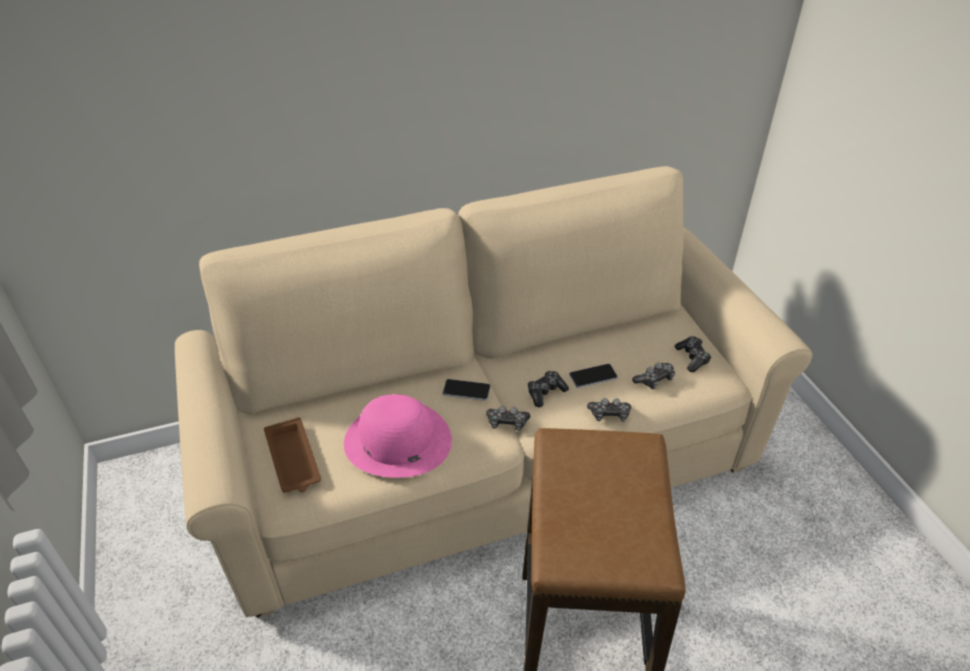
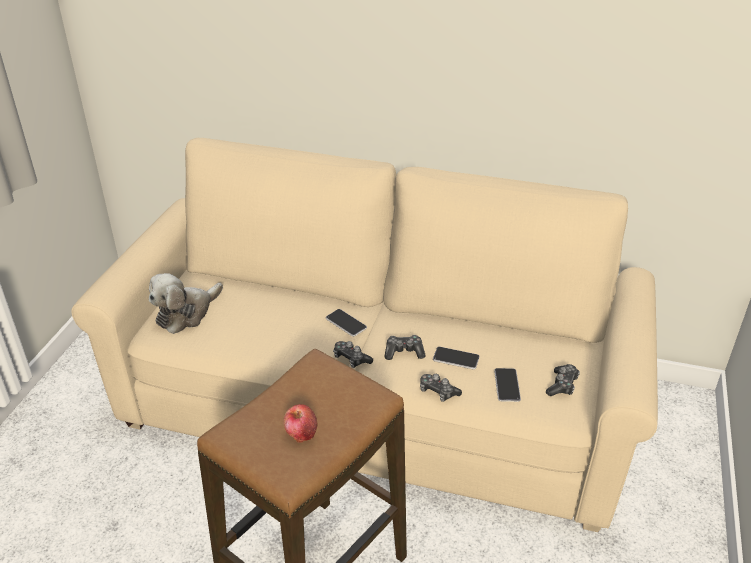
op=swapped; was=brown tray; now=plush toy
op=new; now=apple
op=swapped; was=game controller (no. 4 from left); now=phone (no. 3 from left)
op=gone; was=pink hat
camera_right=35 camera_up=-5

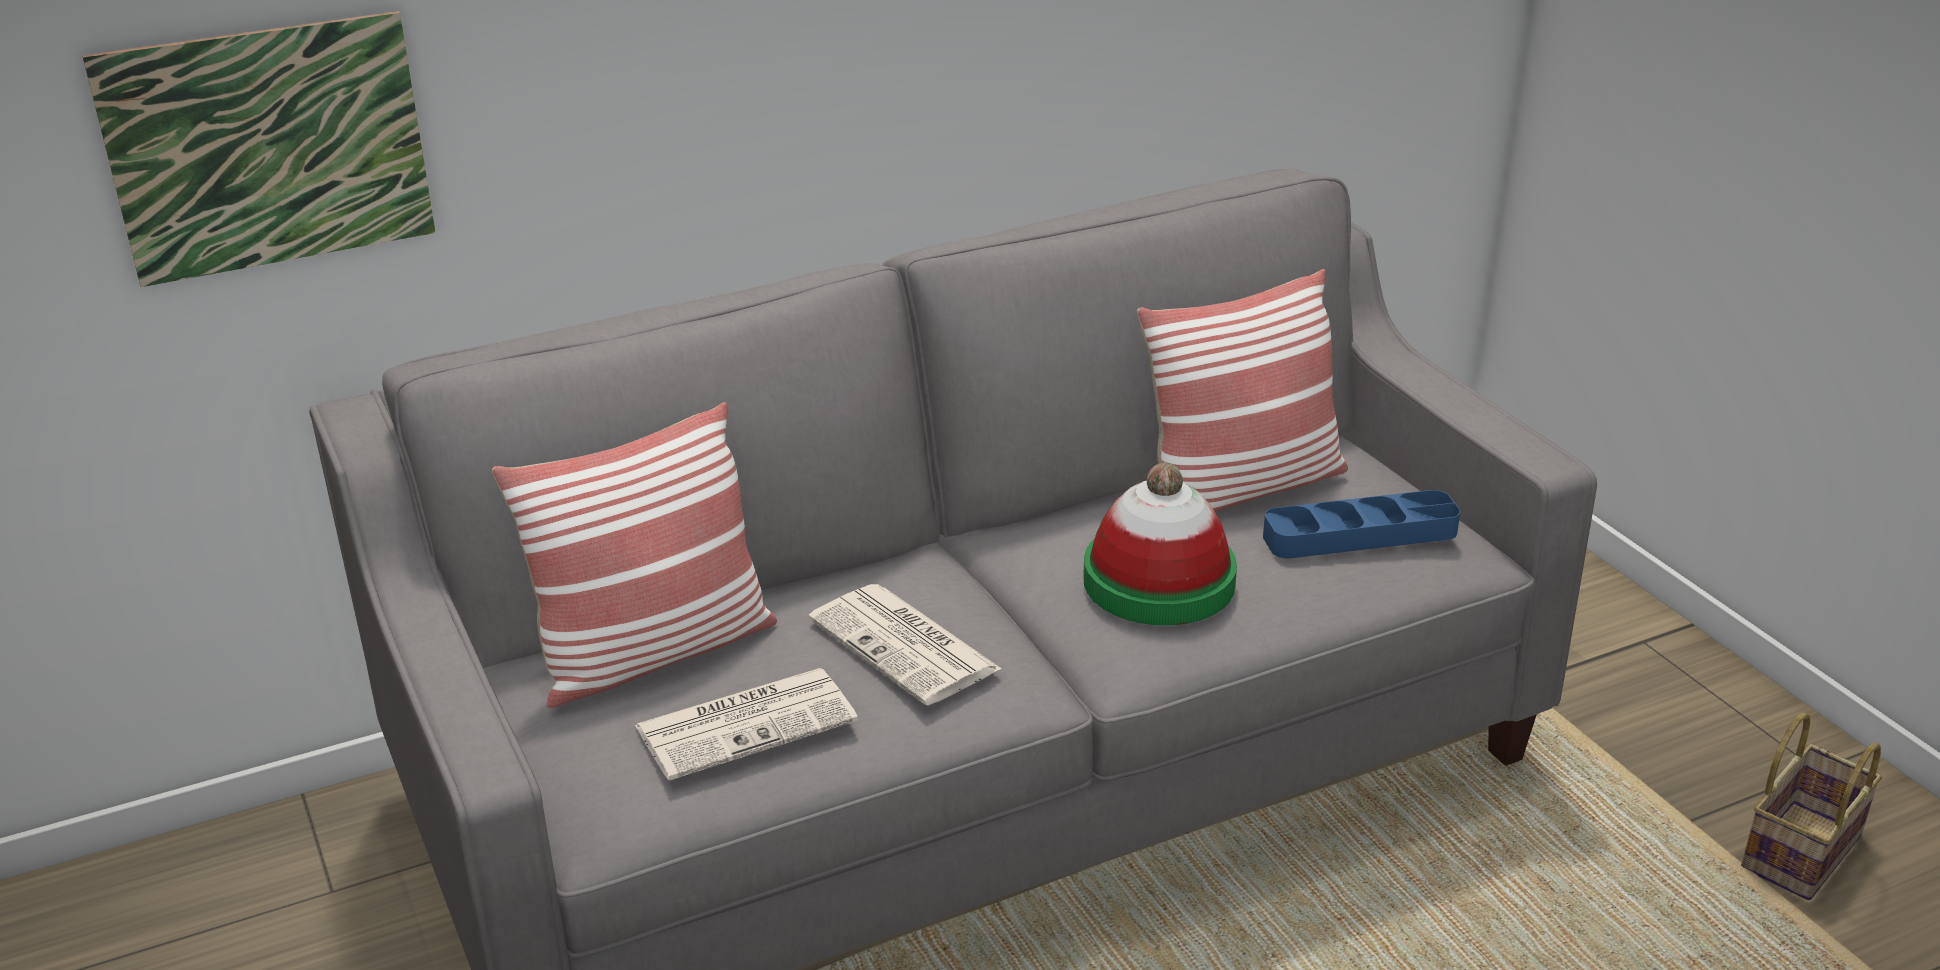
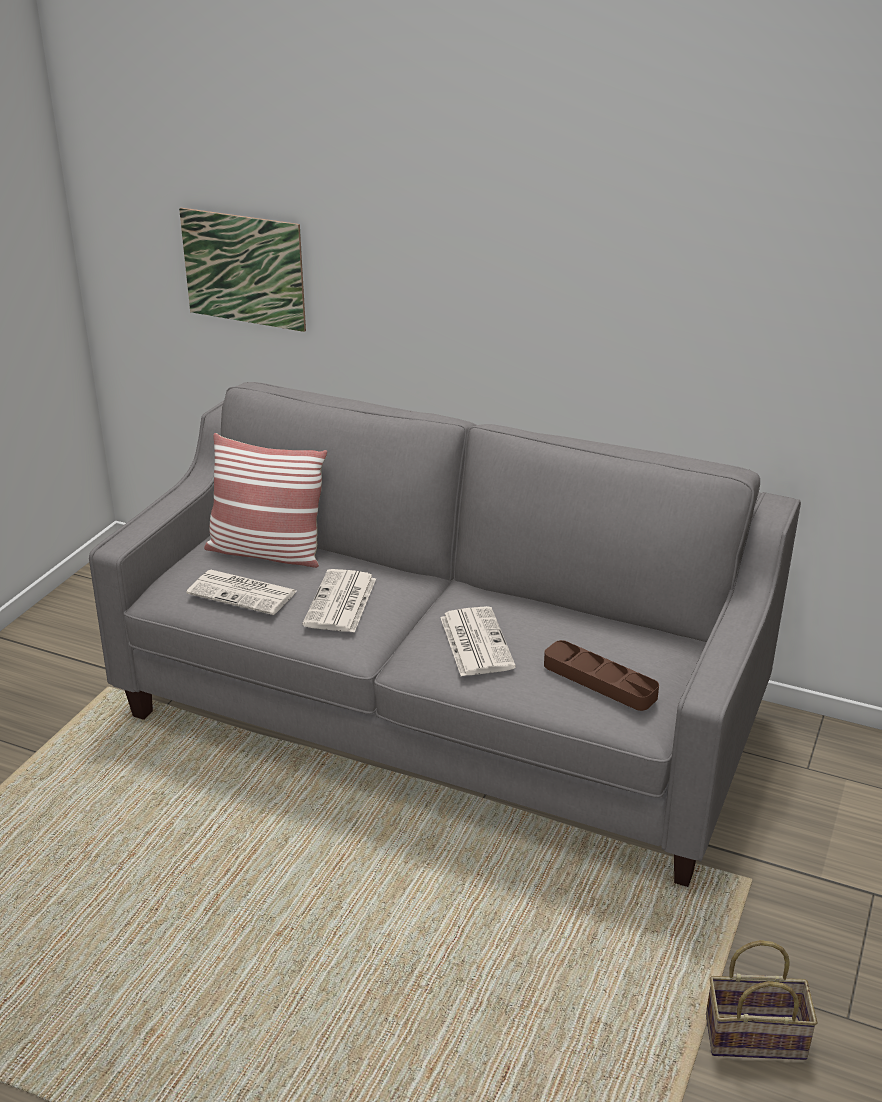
op=swapped; was=hat; now=newspaper (no. 3 from left)
op=repainted; was=blue tray; now=brown tray
op=gone; was=pillow (no. 2 from left)
camera_right=50 camera_up=0

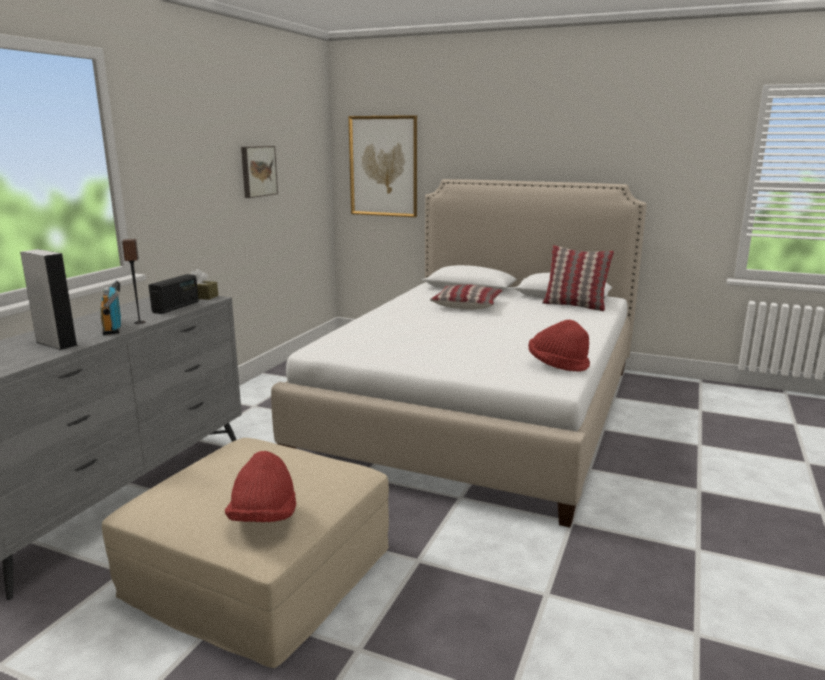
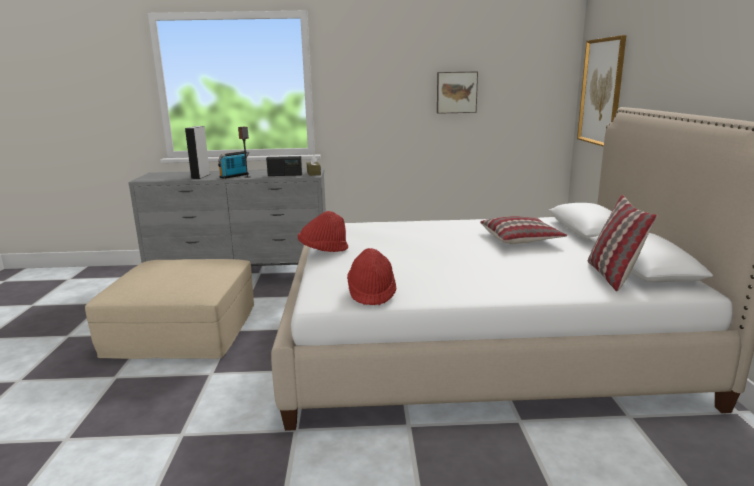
op=shifted; was=red hat (no. 1 from left)
camera_right=65 camera_up=0

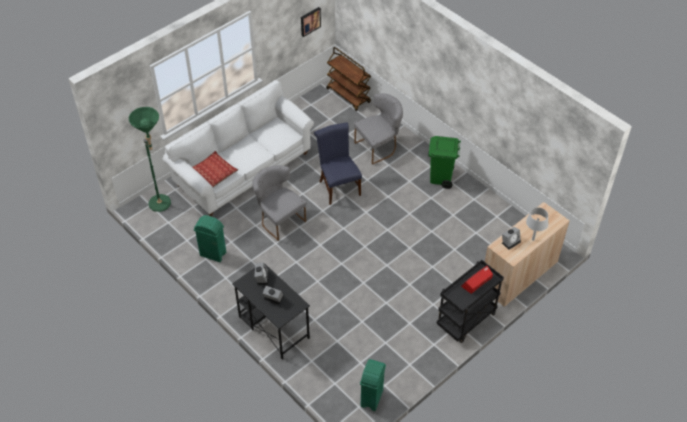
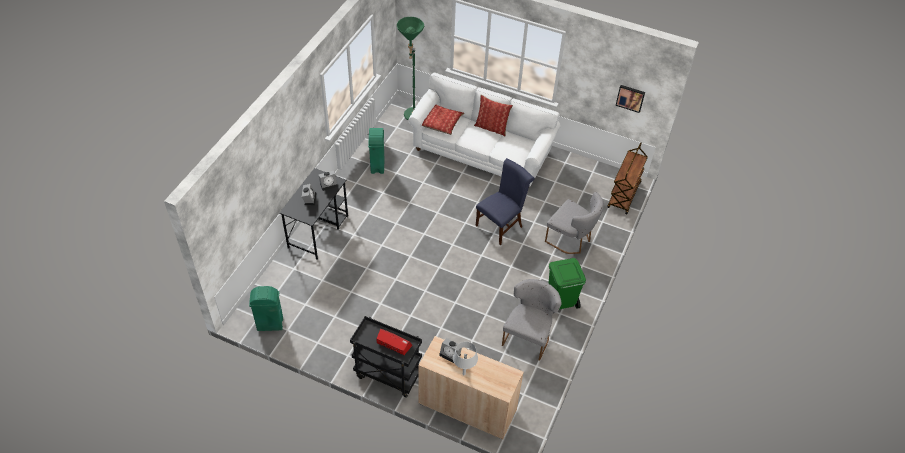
op=new; now=pillow (no. 2 from left)
op=shifted; was=grey chair (no. 1 from left)
camera_right=65 camera_up=0

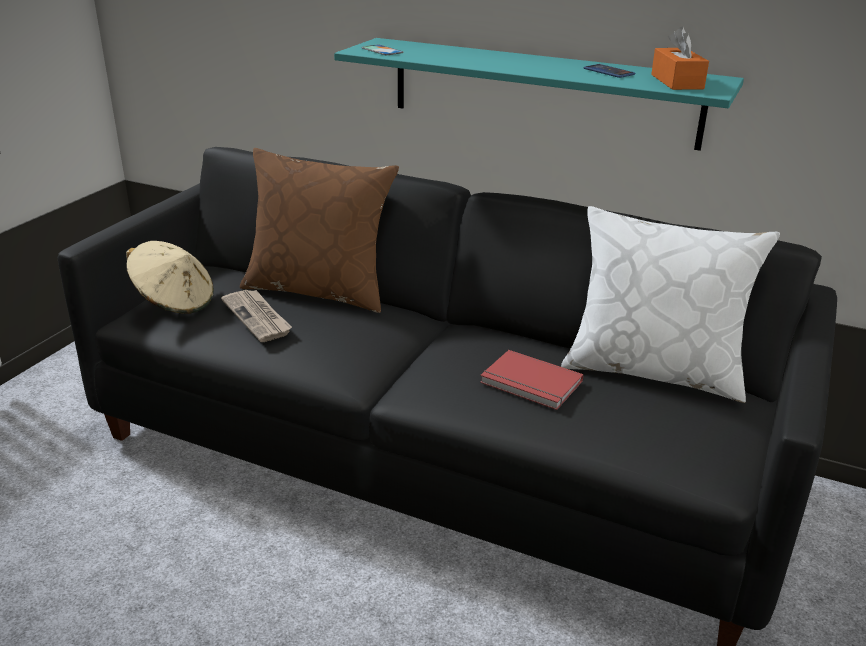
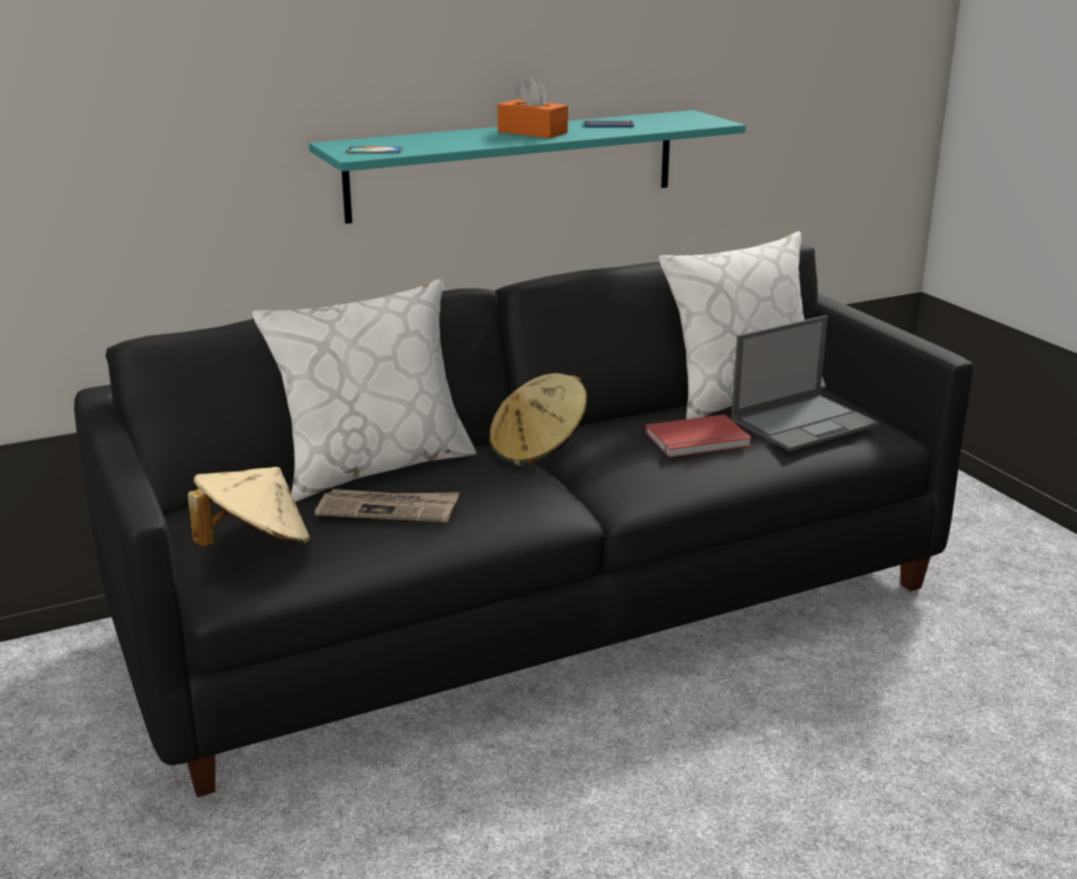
op=repainted; was=brown pillow; now=white pillow (no. 1 from left)
op=new; now=beige hat (no. 2 from left)
op=shifted; was=orange tissue box
op=new; now=laptop
camera_right=-50 camera_up=-5

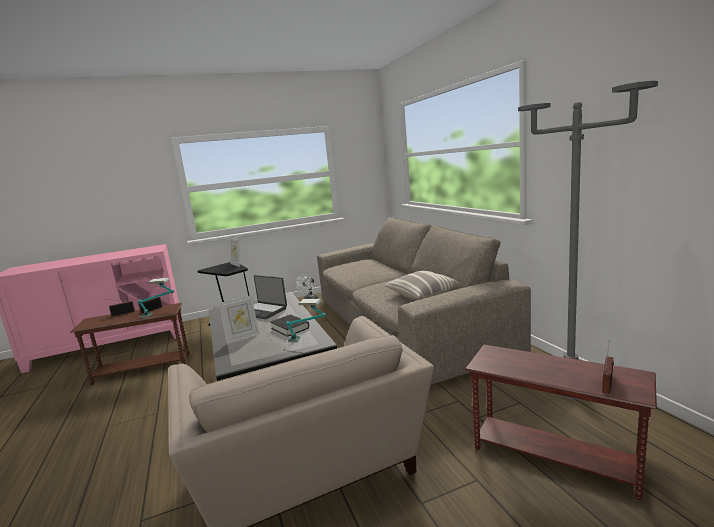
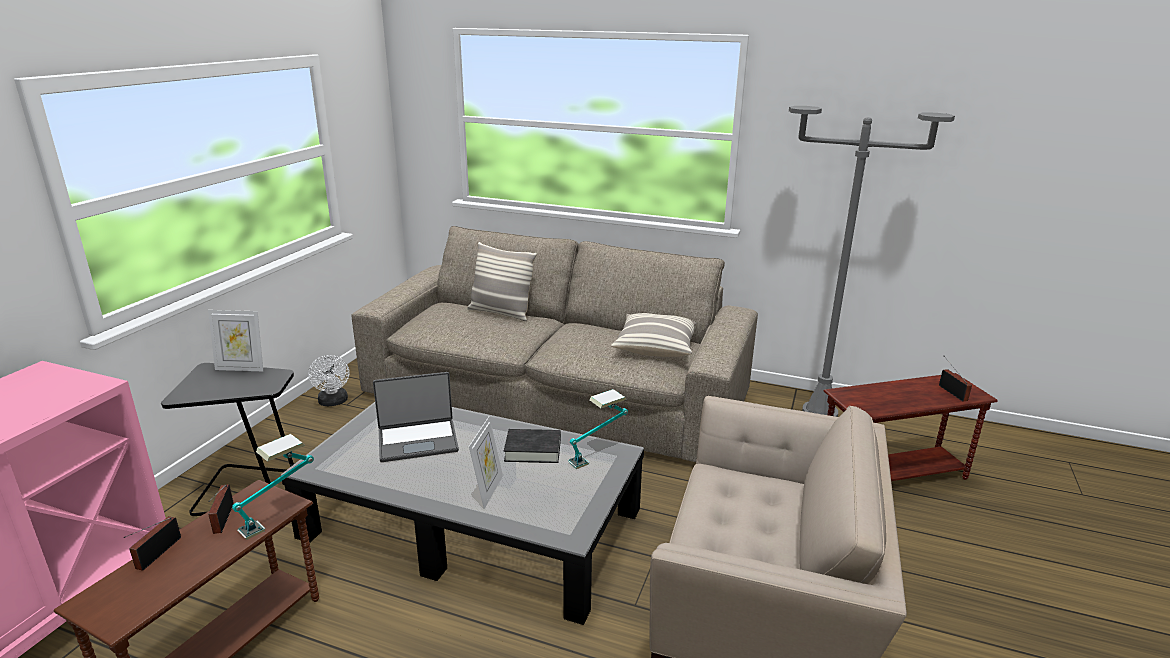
op=new; now=pillow (no. 1 from left)
camera_right=-50 camera_up=10

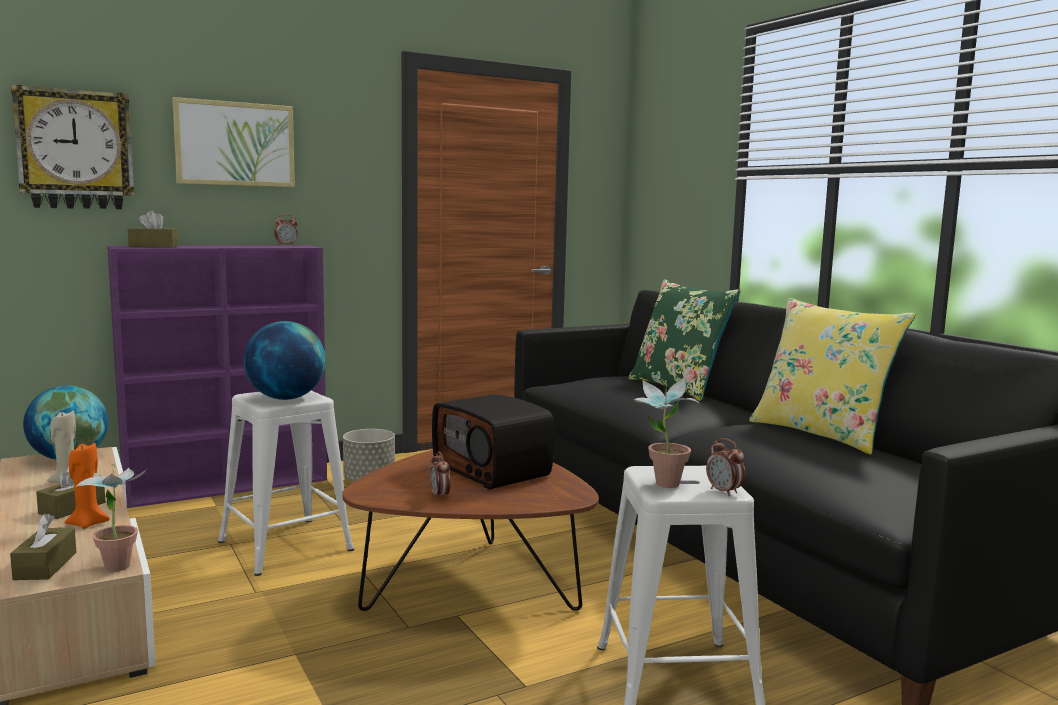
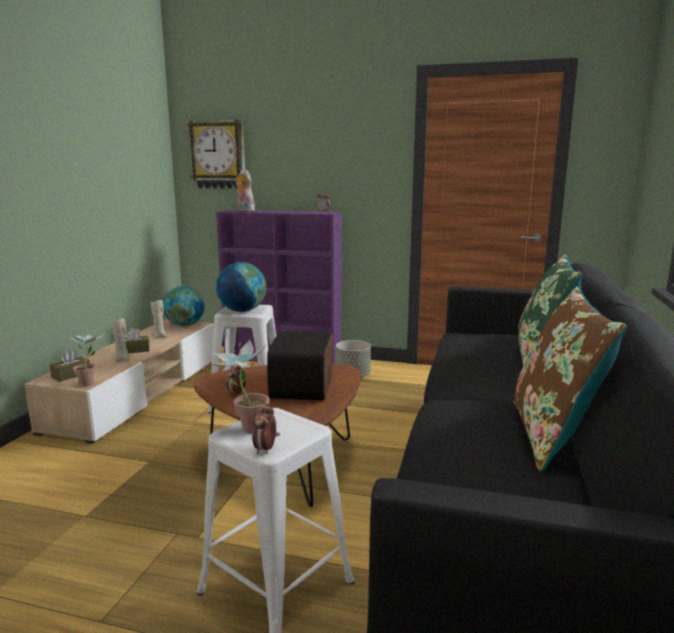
op=repainted; was=orange candle; now=beige candle (no. 1 from left)
op=swapped; was=brown tissue box (no. 3 from left); now=plush toy
op=repainted; was=yellow pillow; now=brown pillow
op=gone; was=picture
camera_right=45 camera_up=5

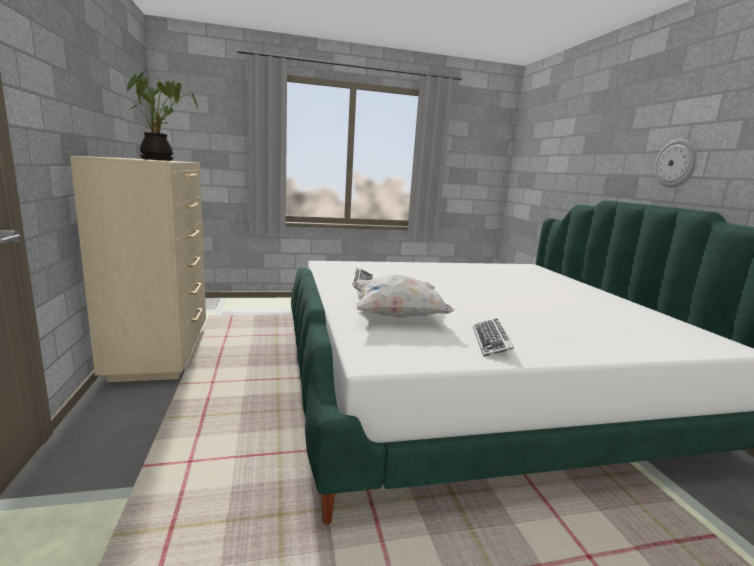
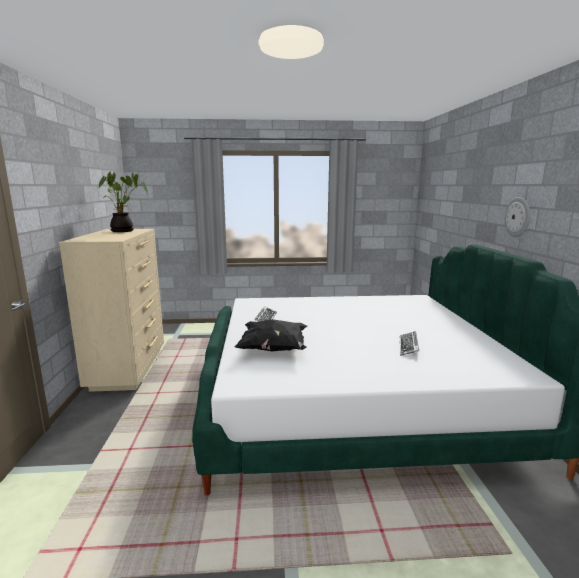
op=repainted; was=white pillow; now=black pillow
op=shifted; was=keyboard (no. 2 from left)
camera_right=10 camera_up=0

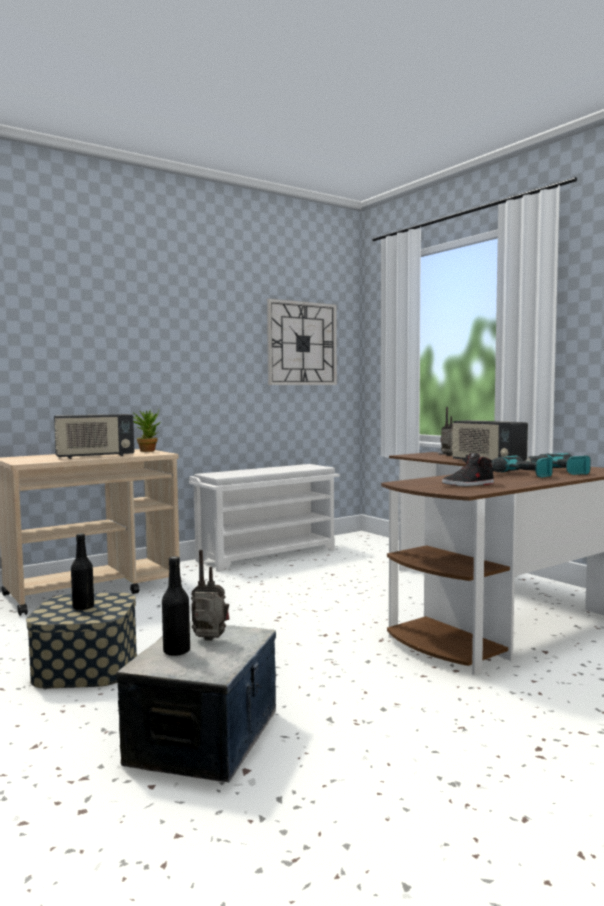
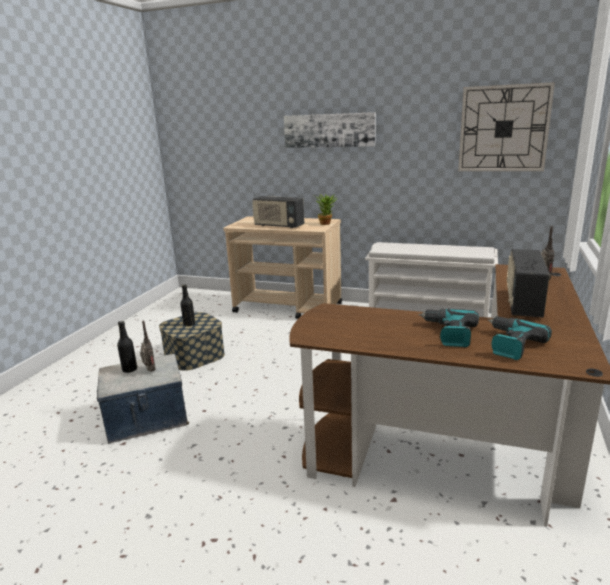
op=new; now=picture
op=gone; was=black shoe
camera_right=55 camera_up=15

